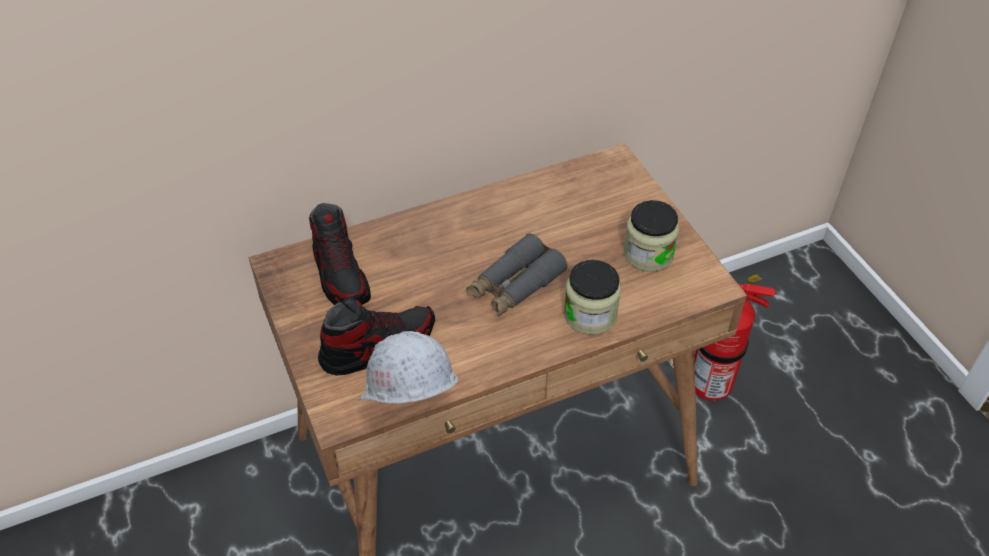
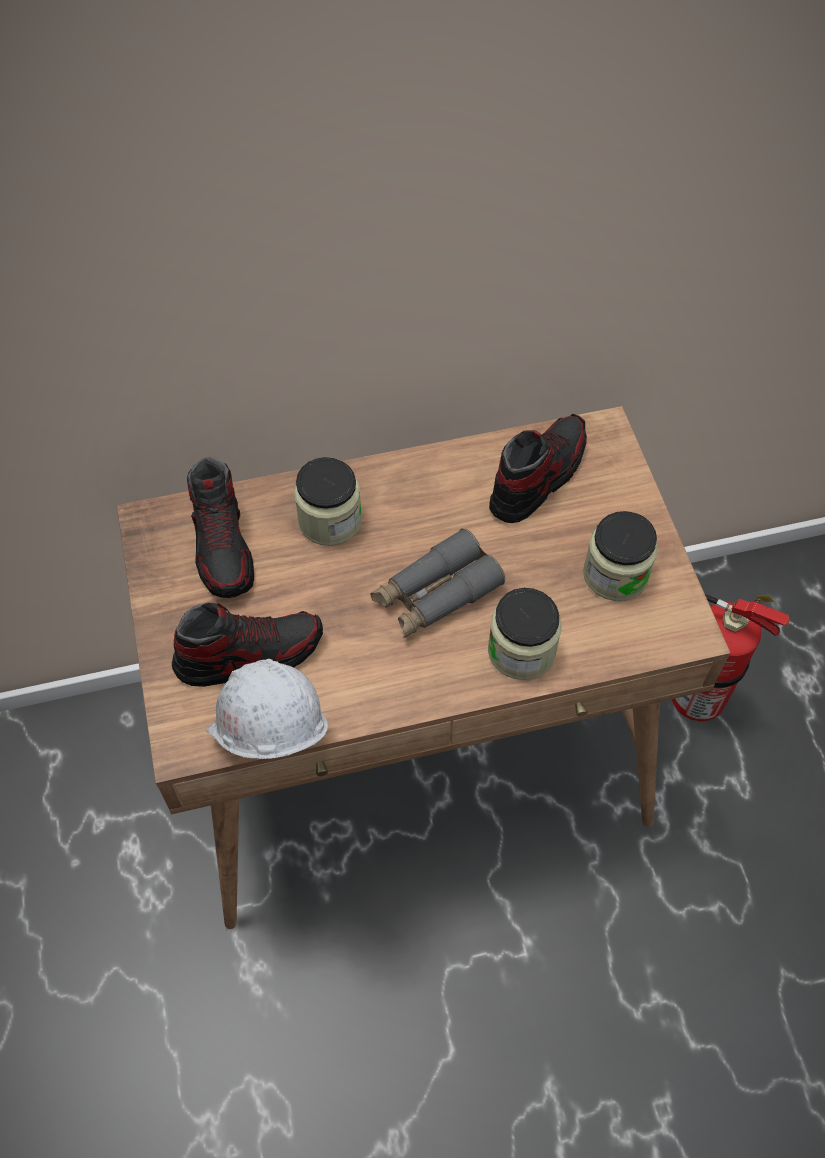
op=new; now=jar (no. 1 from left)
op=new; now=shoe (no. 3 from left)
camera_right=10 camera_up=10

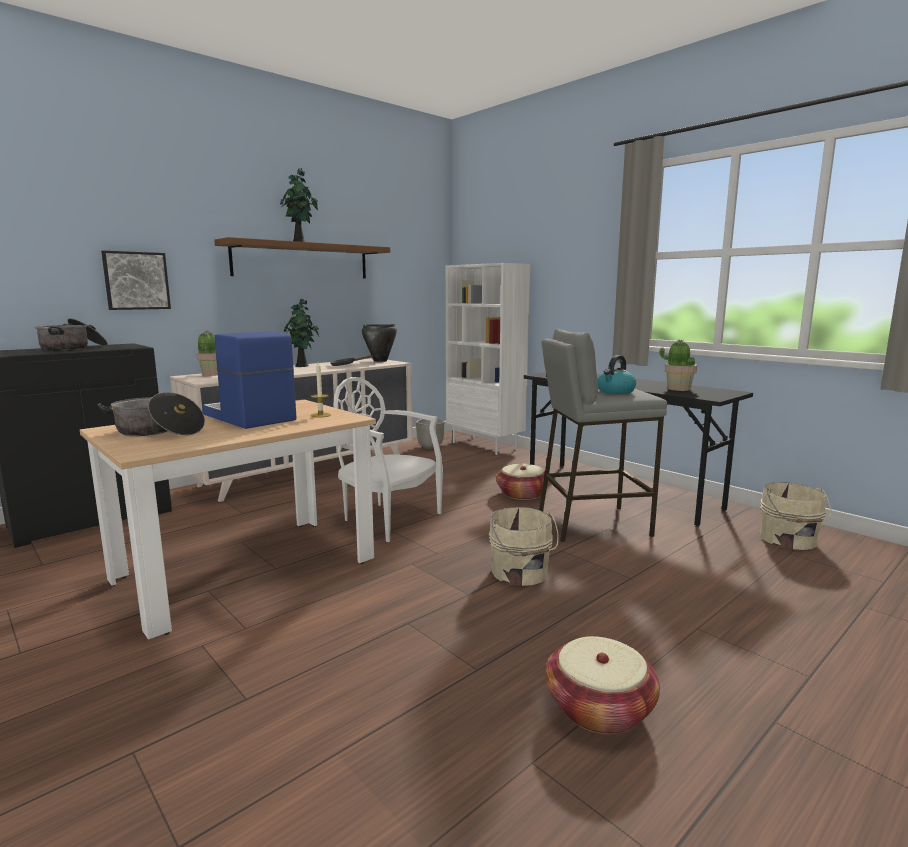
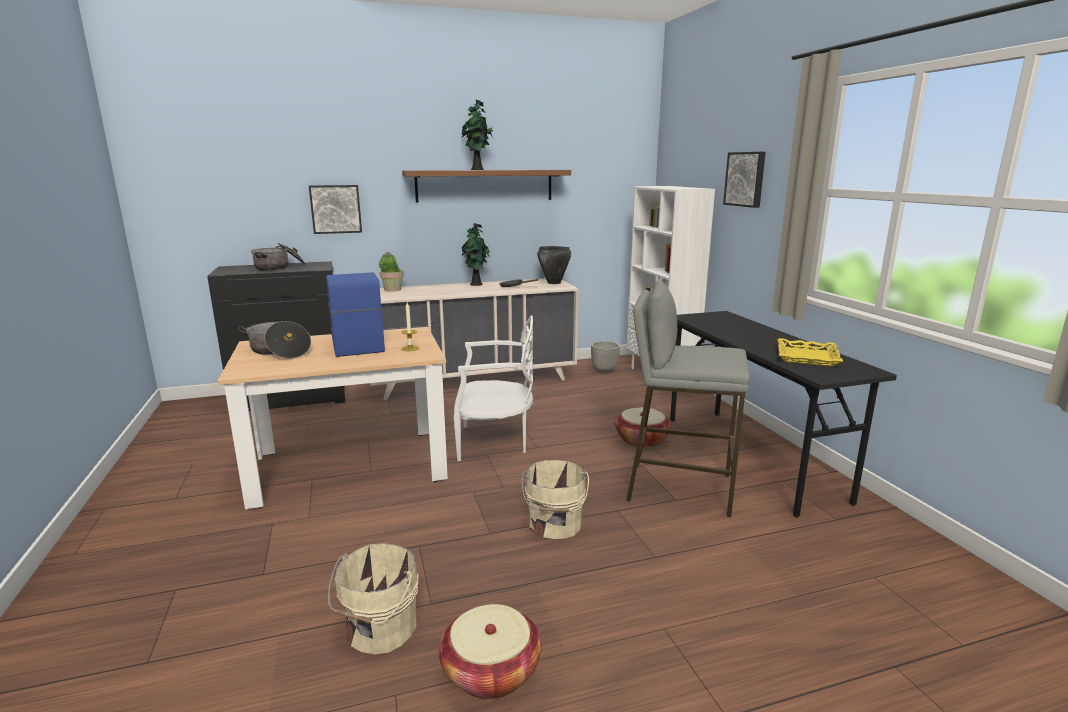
op=shifted; was=beige bucket (no. 2 from left in the first image); now=beige bucket (no. 1 from left)
op=rotated; was=white chair; clockwise=120
op=new; now=picture (no. 2 from left)
op=swapped; was=potted plant (no. 4 from left); now=yellow tray
op=gone; was=kettle
camera_right=25 camera_up=5

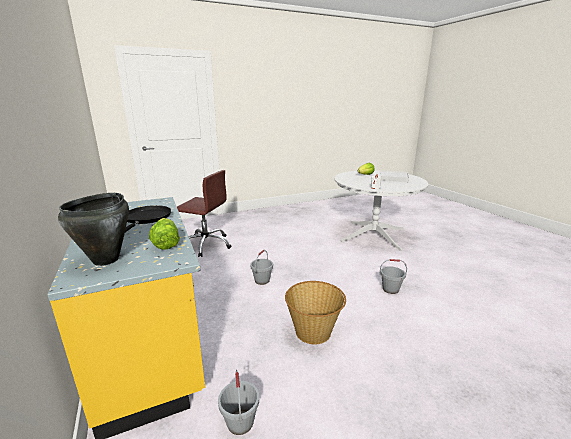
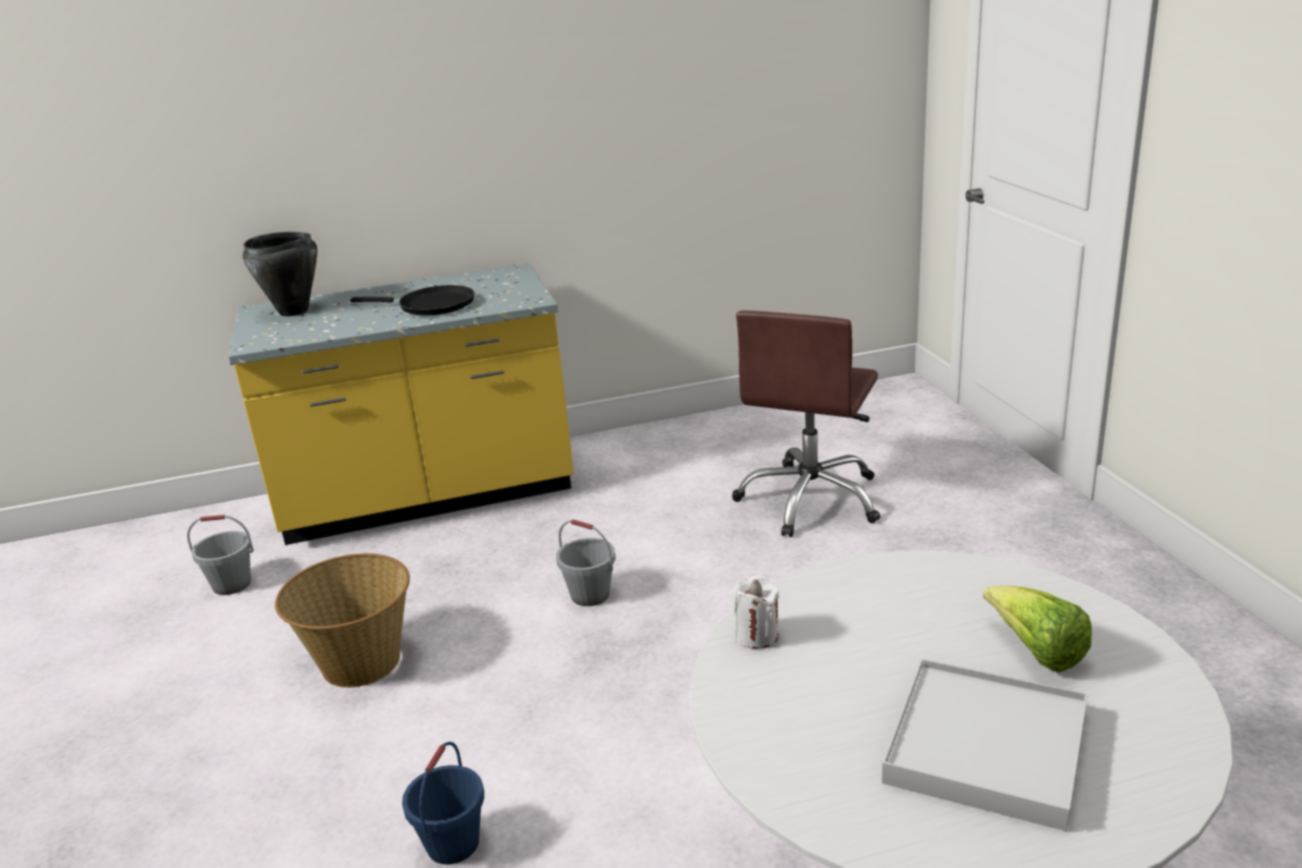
op=repainted; was=grey bucket (no. 3 from left); now=blue bucket
op=gone; was=lettuce (no. 1 from left)
camera_right=100 camera_up=5

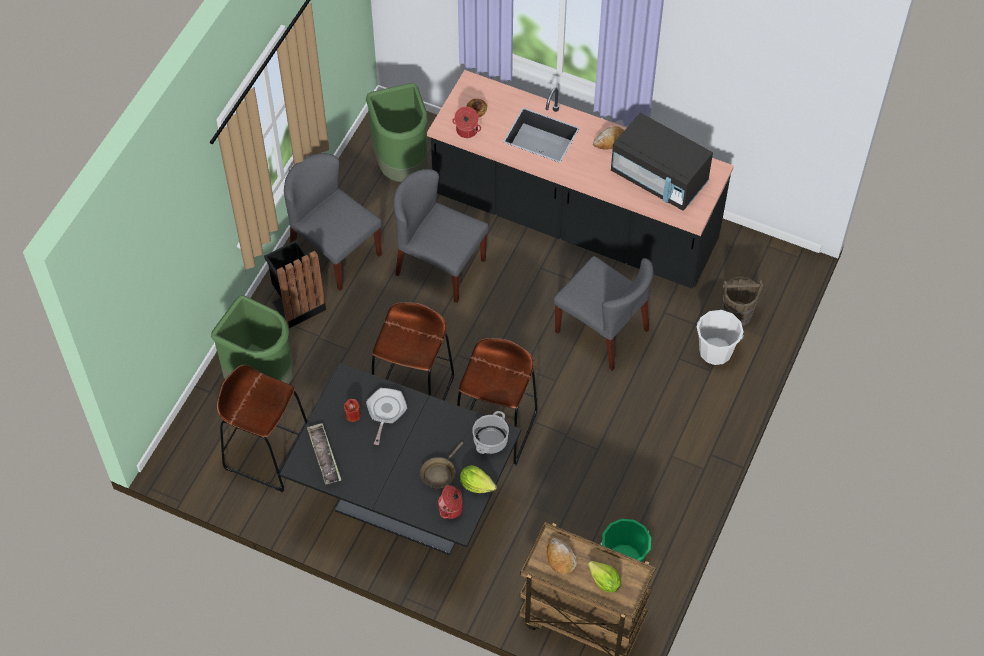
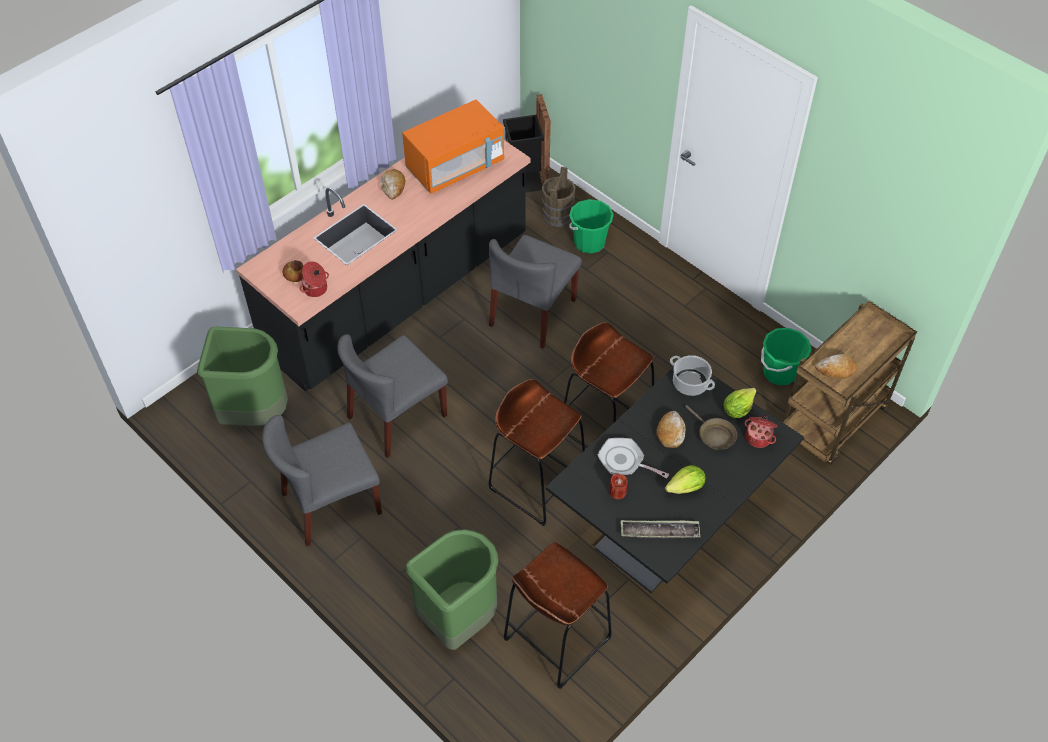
op=repainted; was=black microwave; now=orange microwave
op=rotated; was=grey chair (no. 3 from left); clockwise=150
op=shifted; was=black trash can
op=repainted; was=white bucket; now=green bucket (no. 1 from left)
op=new; now=bread (no. 3 from left)
op=shifted; was=lettuce (no. 2 from left in the first image); now=lettuce (no. 1 from left)
camera_right=-70 camera_up=-5

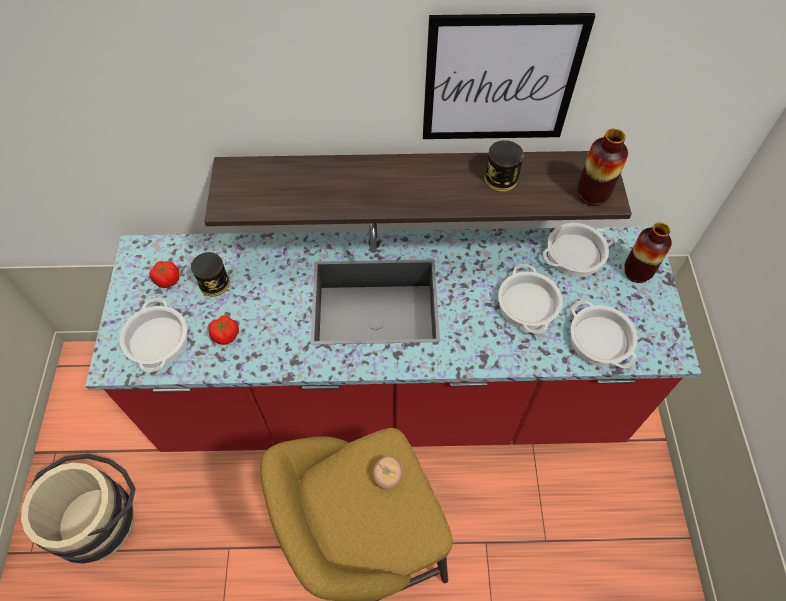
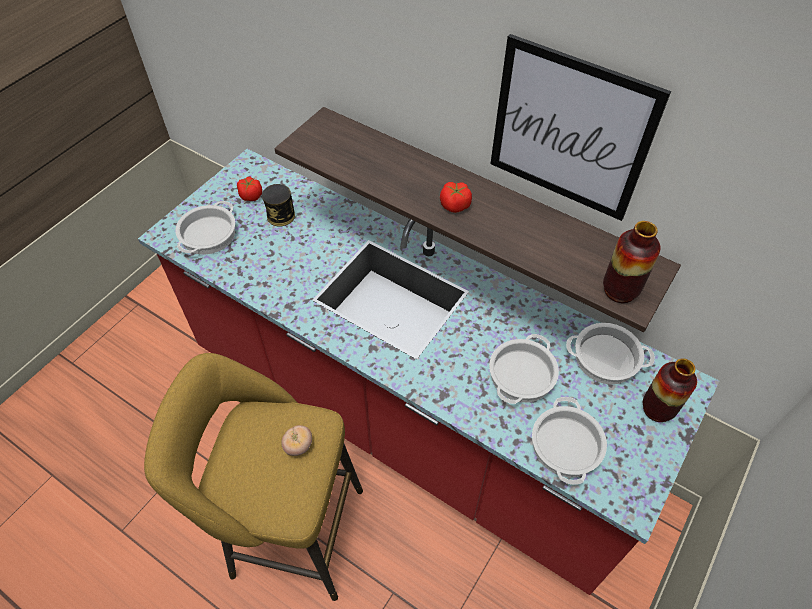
op=shifted; was=tomato (no. 2 from left in the first image); now=tomato (no. 3 from left)
op=gone; was=beige bucket
op=gone; was=can (no. 2 from left)
camera_right=35 camera_up=-5

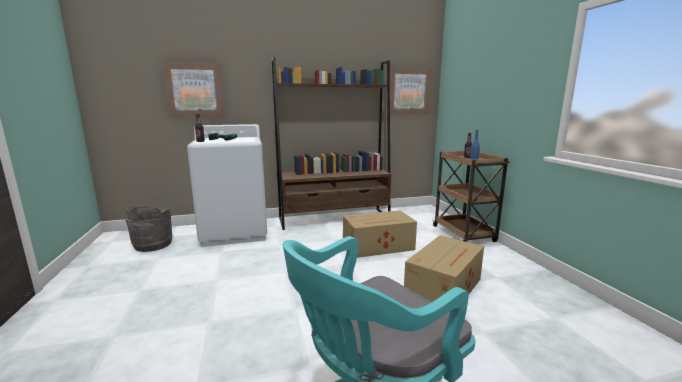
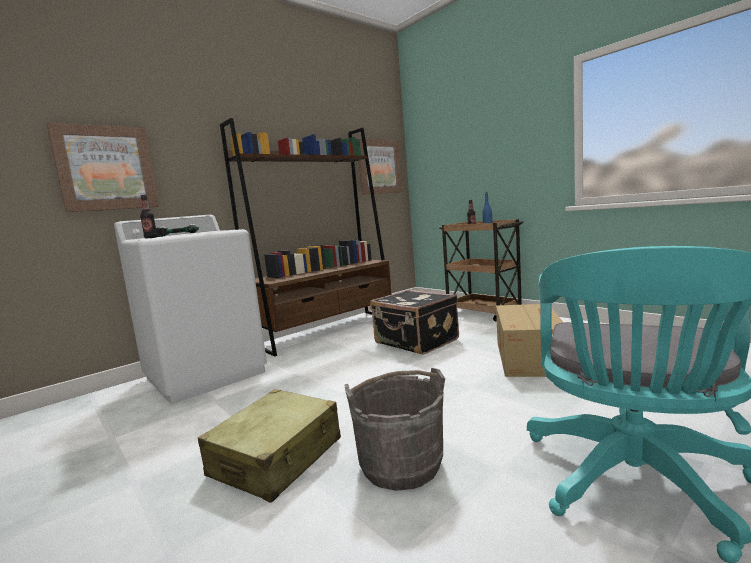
op=new; now=beige suitcase
op=shifted; was=grey bucket
op=swapped; was=cardboard box (no. 1 from left); now=black suitcase
camera_right=-25 camera_up=-5

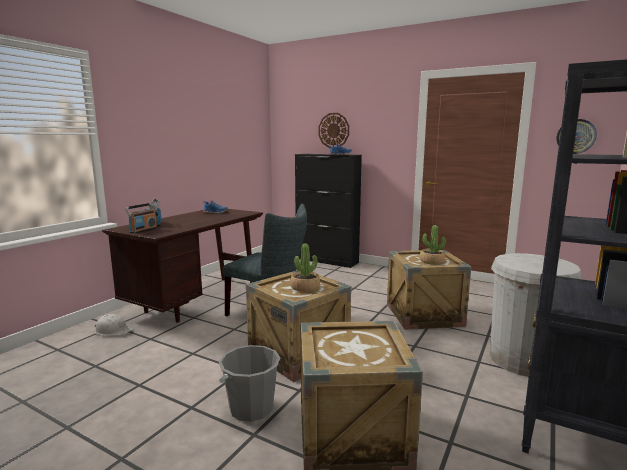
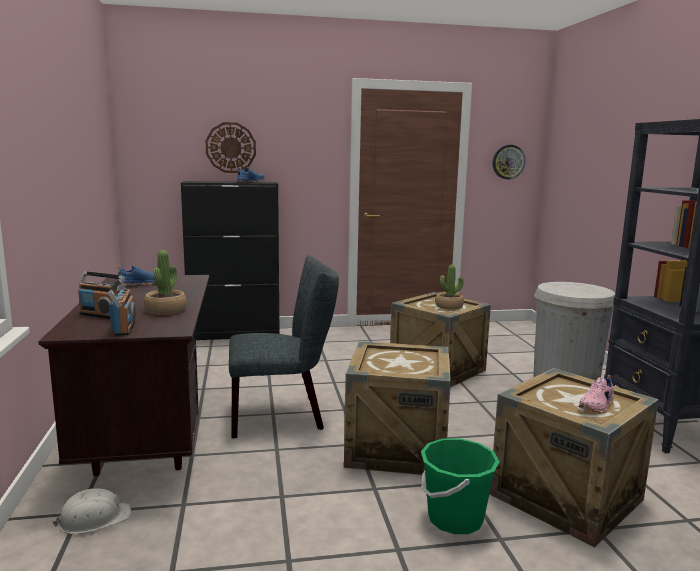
op=shifted; was=potted plant (no. 1 from left)
op=repainted; was=grey bucket; now=green bucket
op=new; now=pink shoe
camera_right=-40 camera_up=0

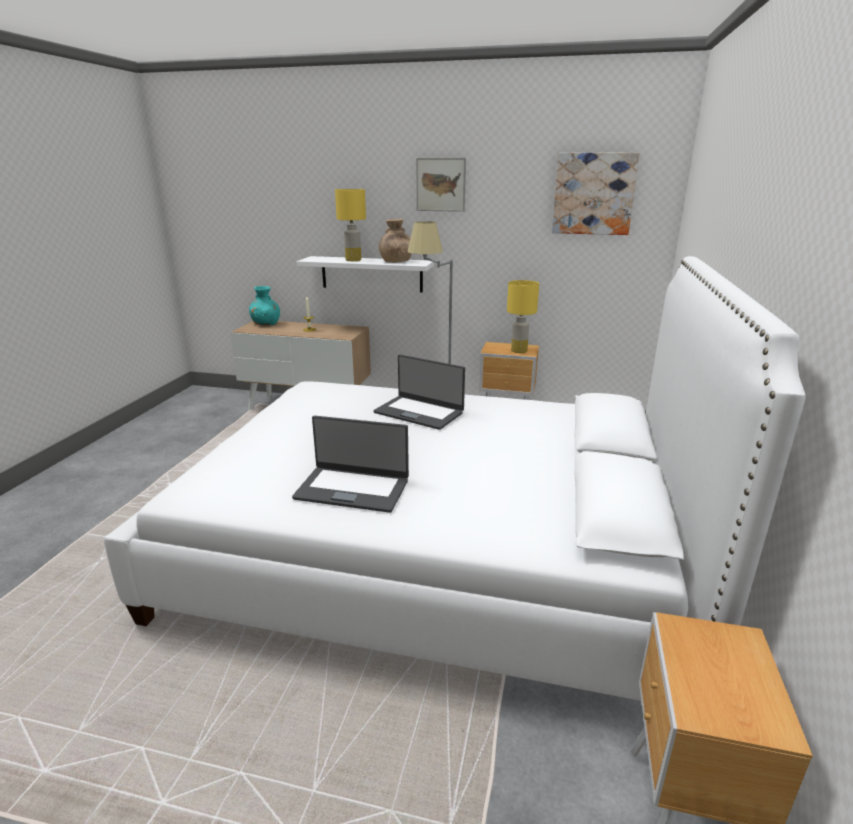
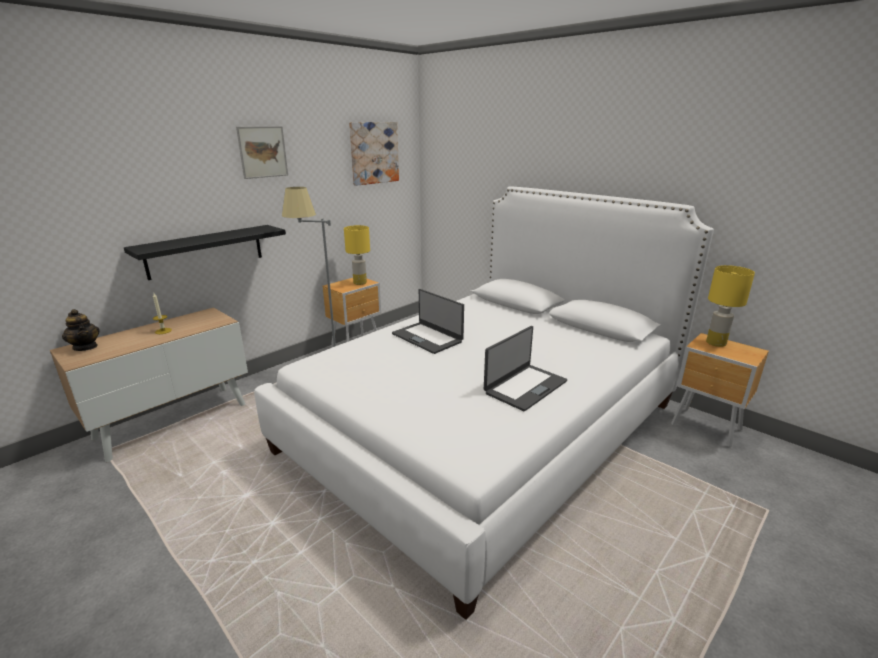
op=swapped; was=turquoise vase; now=teapot
op=repainted; was=white shelf; now=black shelf
op=rotated; was=laptop (no. 2 from left in the first image); clockwise=75
op=shifted; was=yellow table lamp (no. 1 from left in the first image); now=yellow table lamp (no. 2 from left)
op=gone; was=brown vase
camera_right=-60 camera_up=0

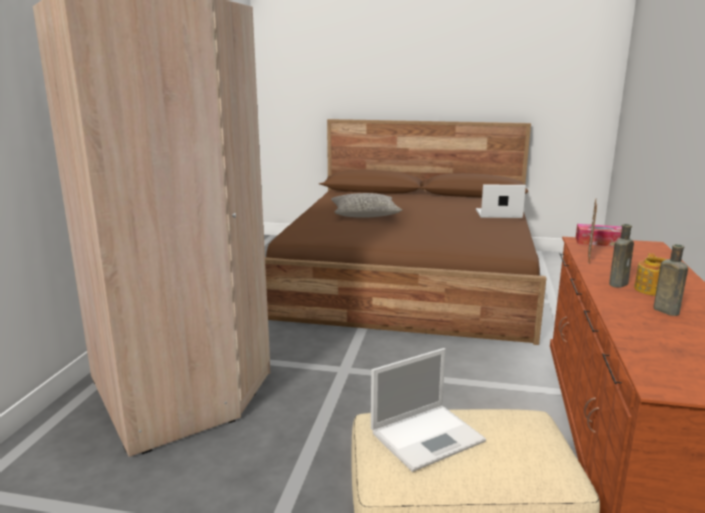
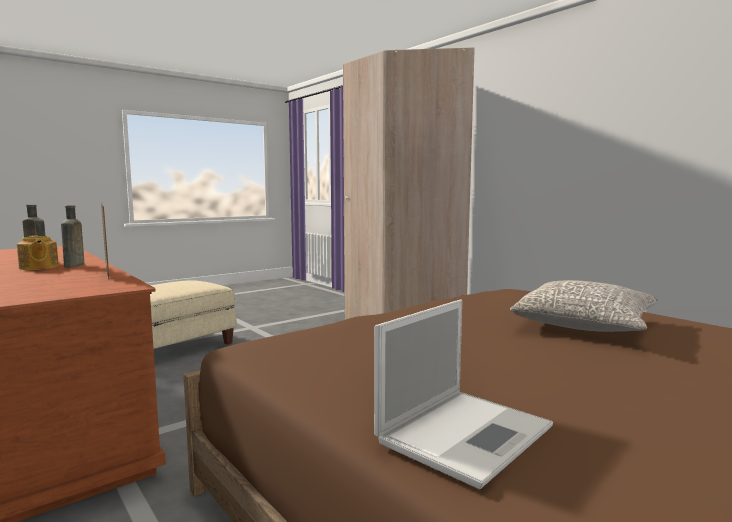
op=gone; was=laptop (no. 1 from left)
op=gone; was=tissue box
camera_right=130 camera_up=-10

